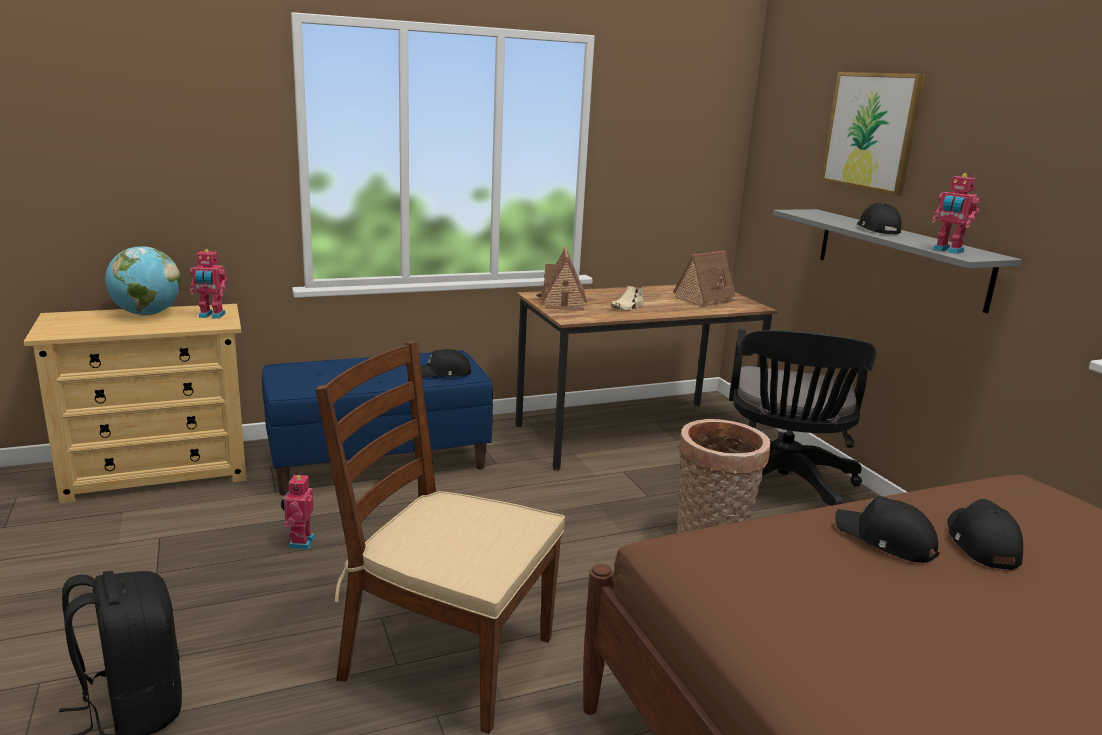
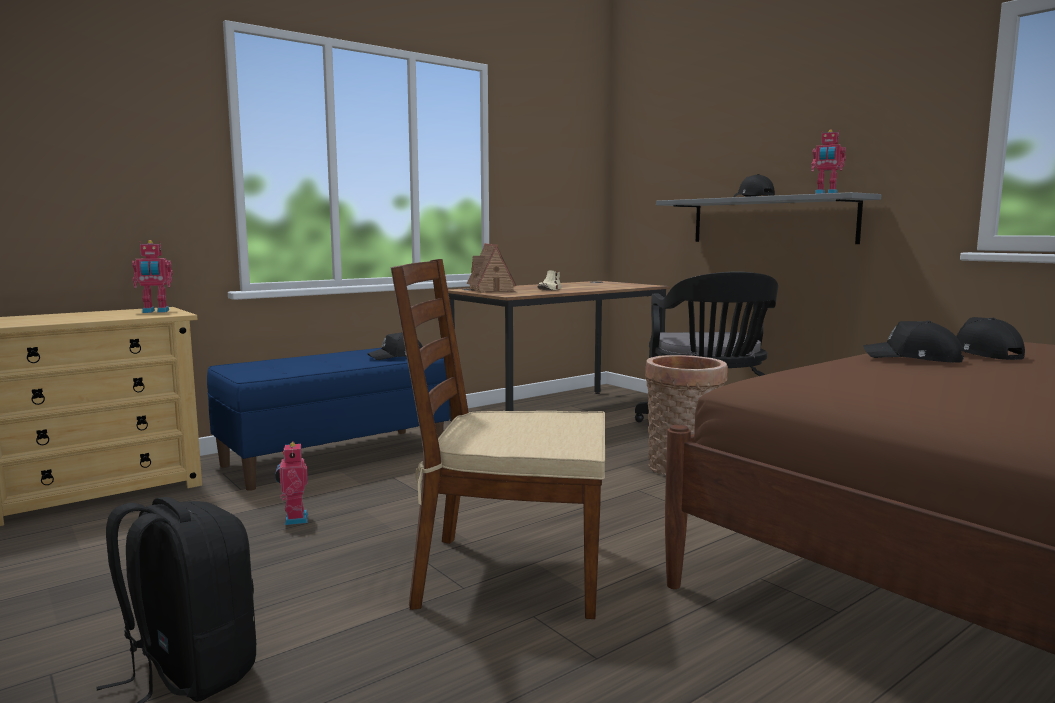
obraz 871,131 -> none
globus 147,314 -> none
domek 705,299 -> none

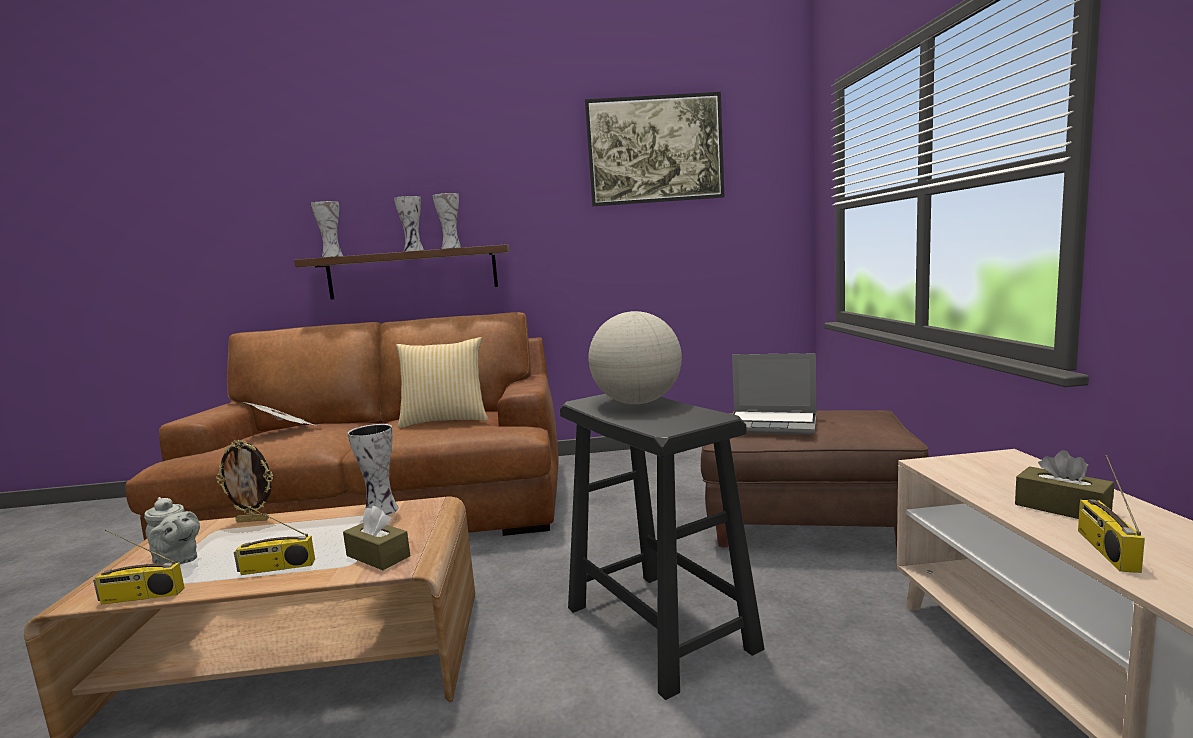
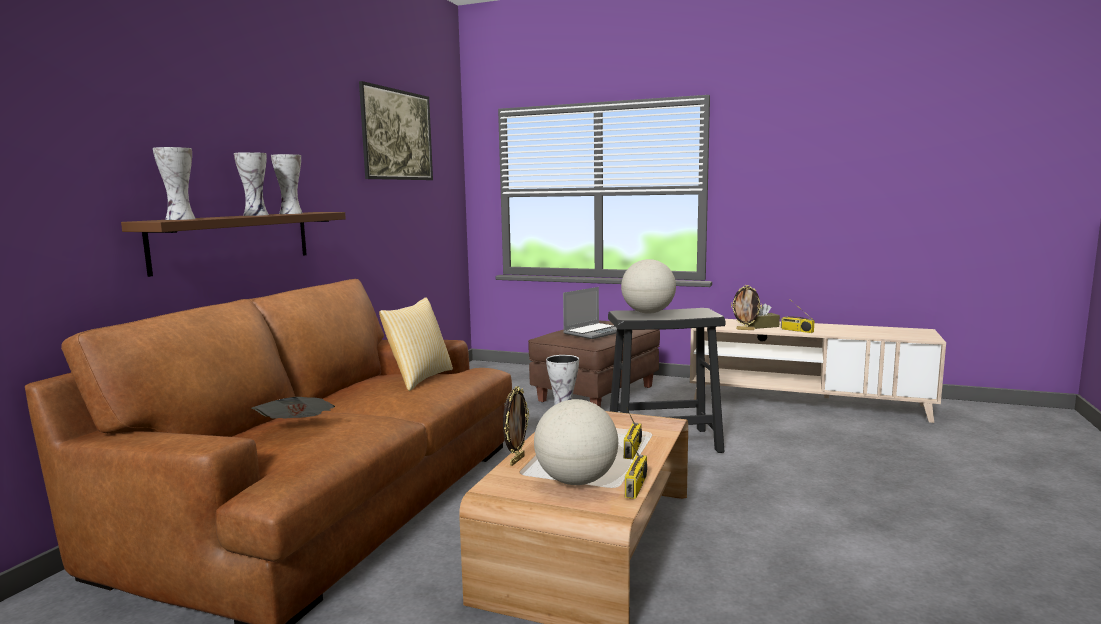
imbryk [szary] 177,560 -> globus 576,481
pudełko chusteczek [brązowy] 378,556 -> none
none -> ramka na zdjęcie 745,329

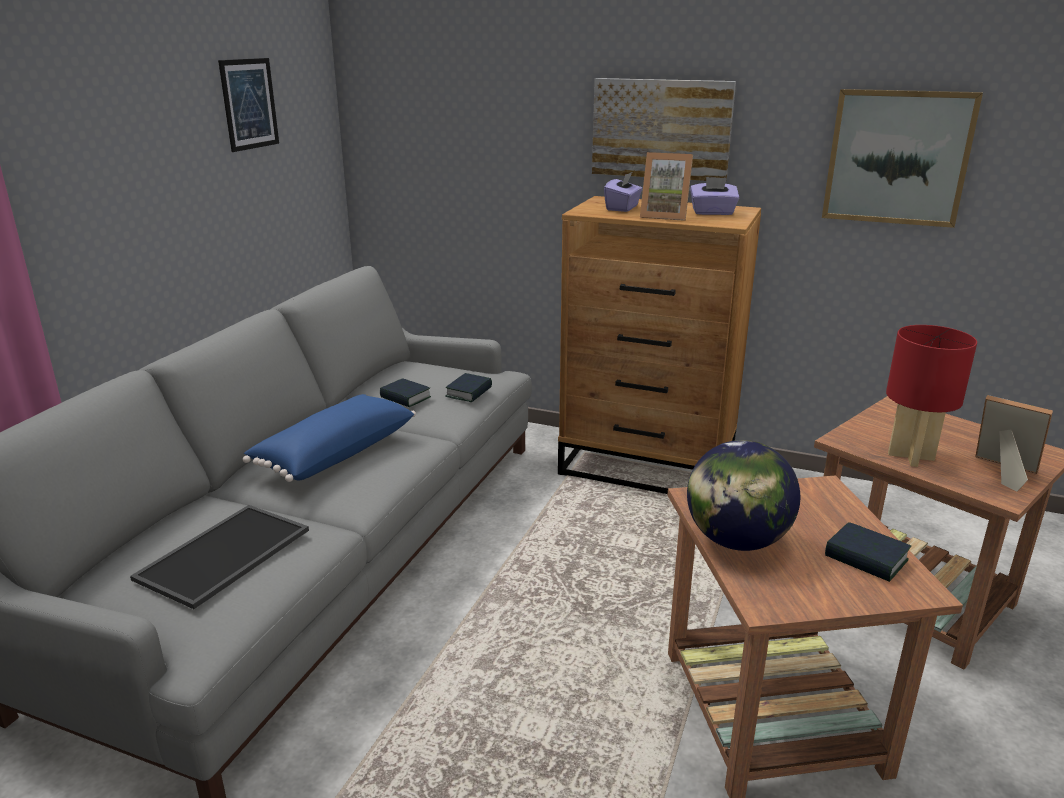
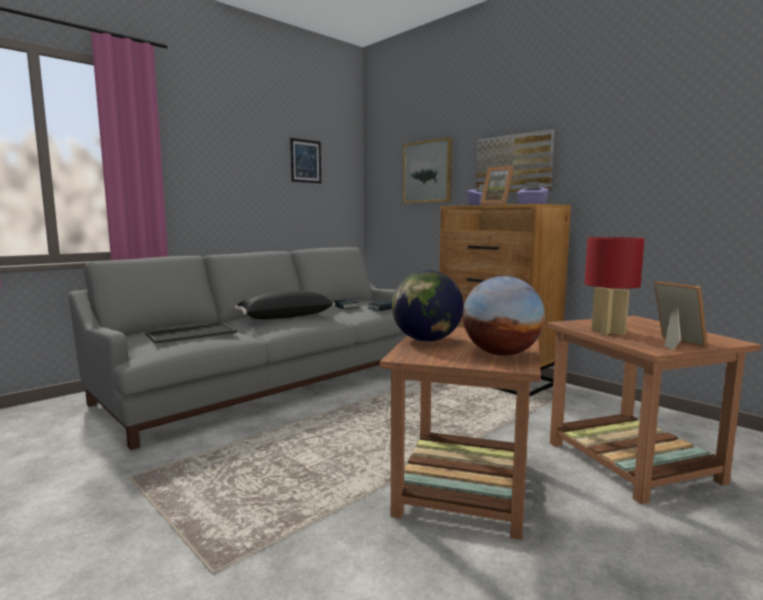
obraz 897,157 -> obraz 427,172, move
poduszka [niebieski] 334,453 -> poduszka [czarny] 285,317
książka 866,558 -> globus 501,354

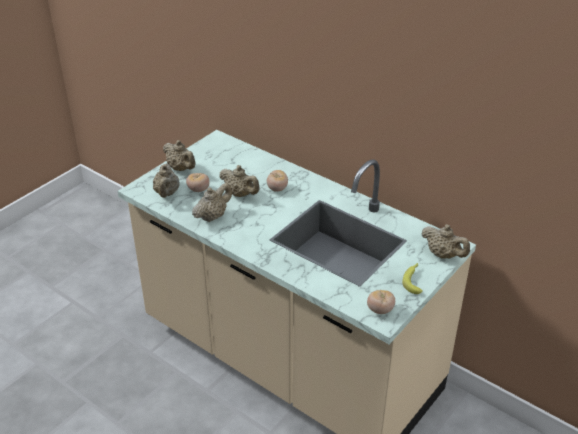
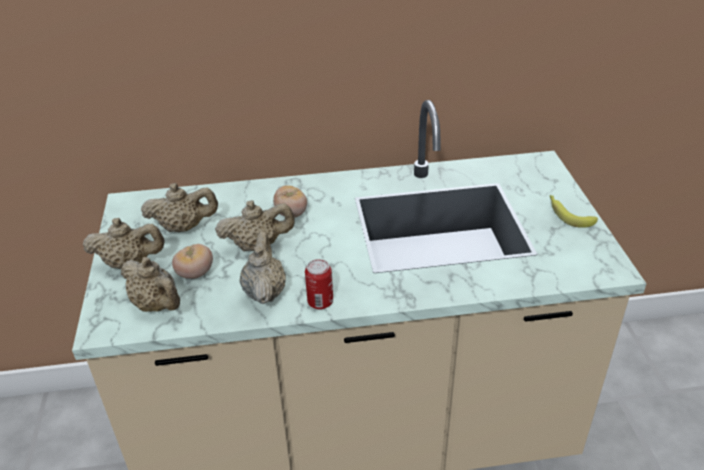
imbryk [beżowy] 443,255 -> imbryk [beżowy] 184,227, move
pomidor 380,310 -> none
none -> puszka 320,302

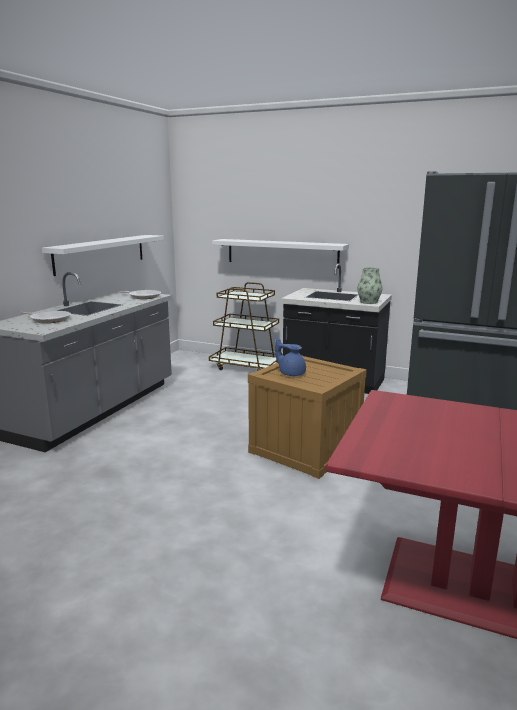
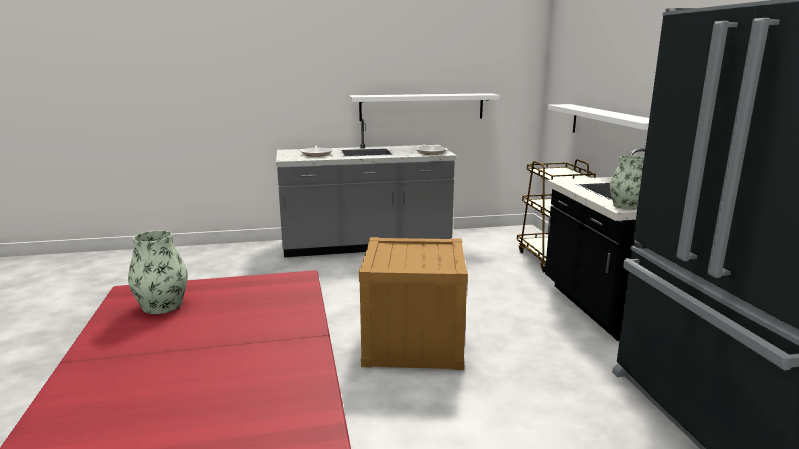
imbryk [niebieski] 291,373 -> none
none -> wazon 162,305

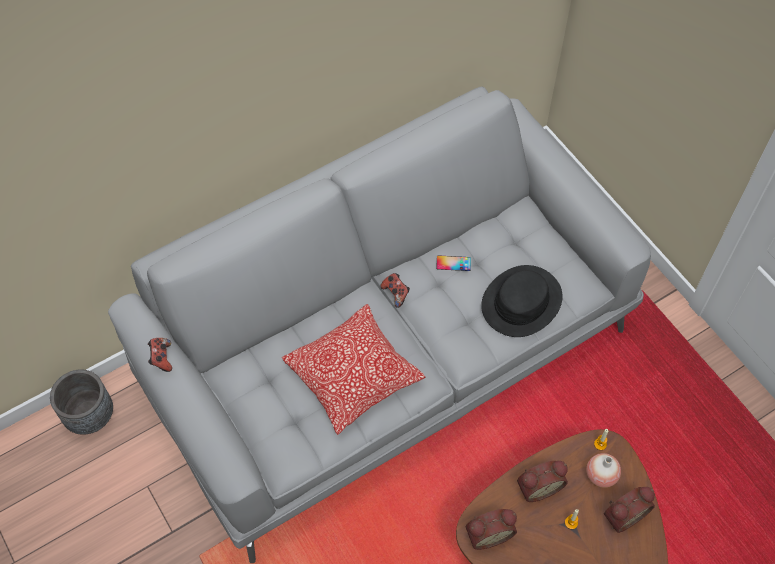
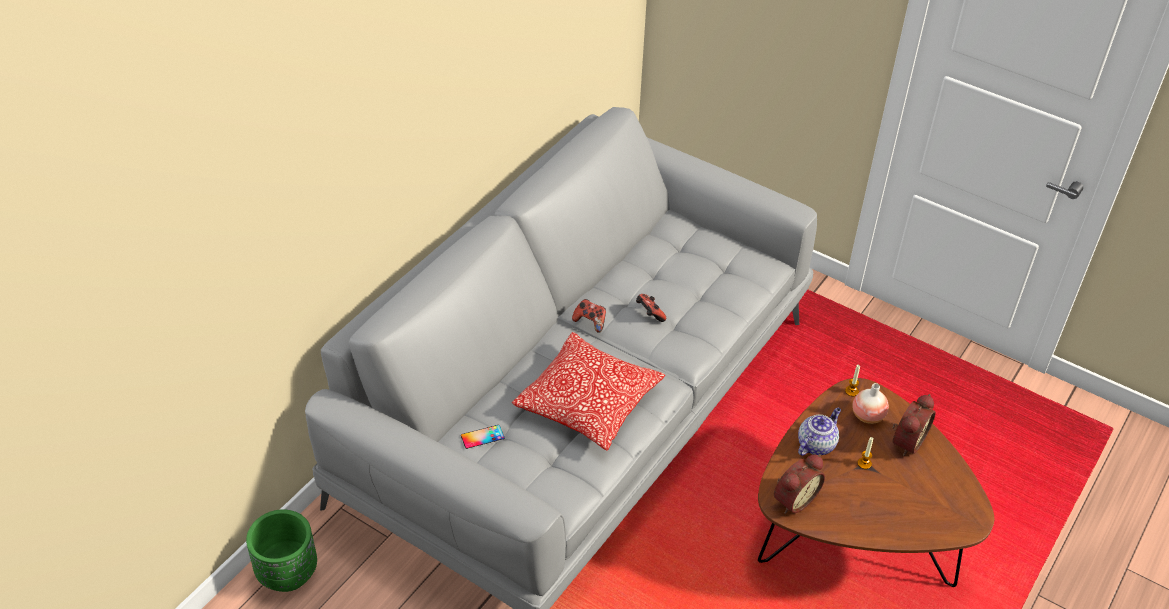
telefon 453,263 -> telefon 482,437, move
kapelusz [czarny] 521,302 -> none
pad do gier 161,358 -> pad do gier 649,314, move
donica [szary] 90,415 -> donica [zielony] 287,573
budzik 538,486 -> imbryk 816,444

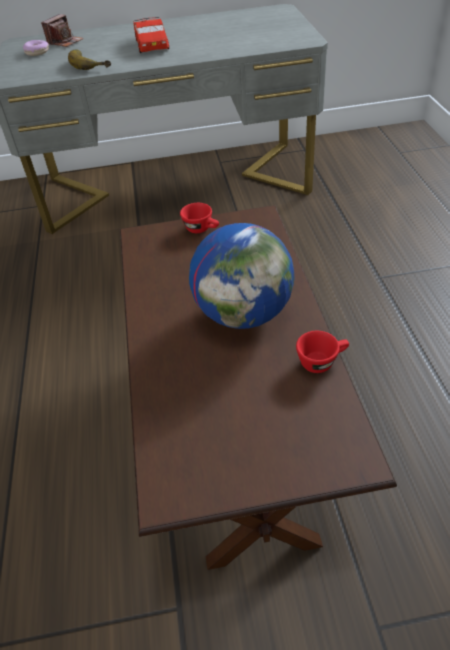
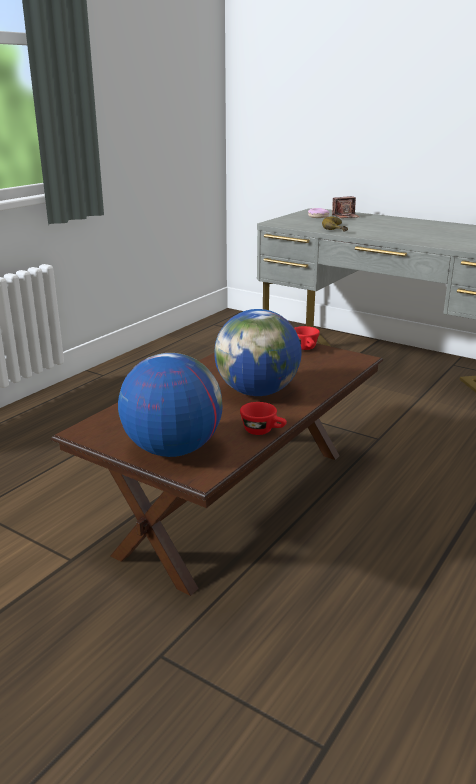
samochodzik [czerwony] 152,44 -> none
none -> globus 172,449

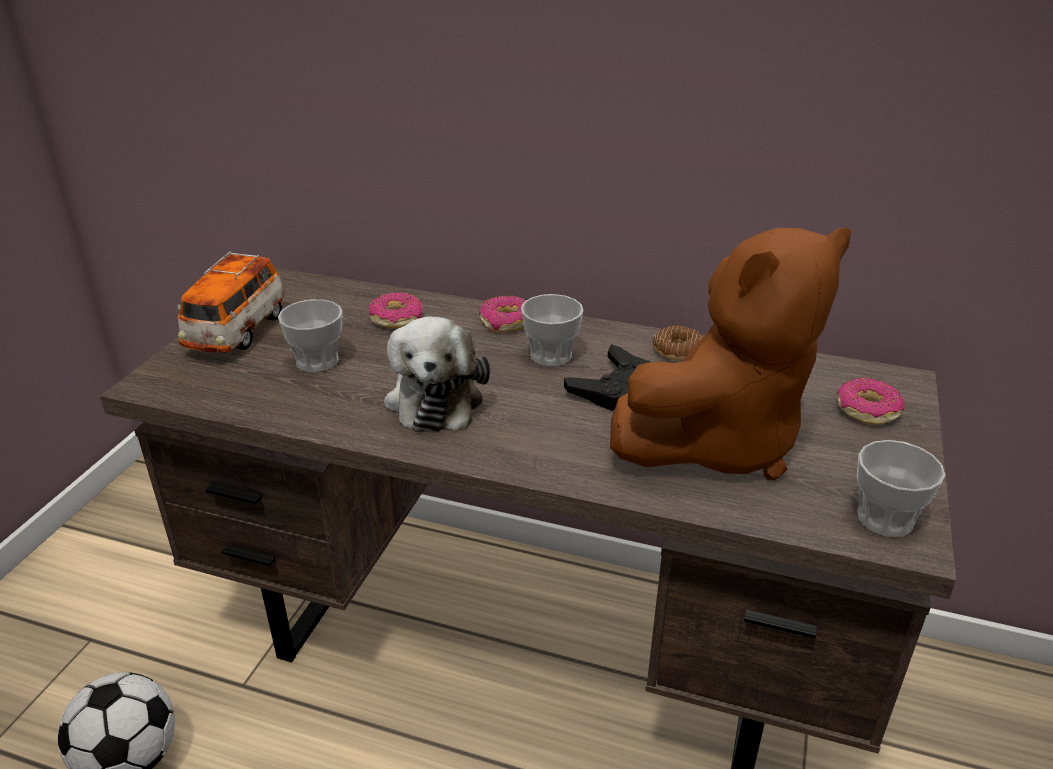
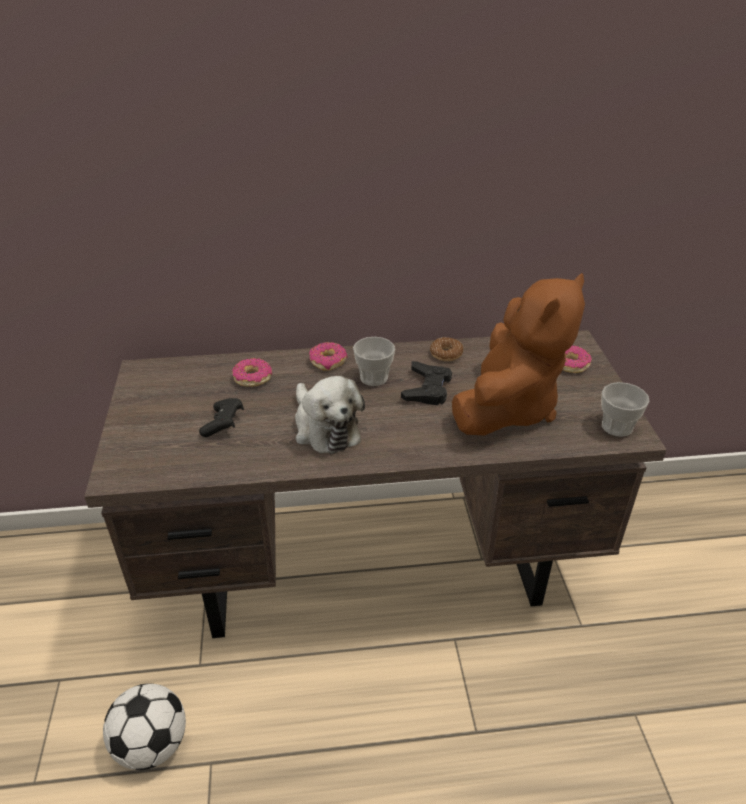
samochodzik 237,332 -> none
filiżanka 317,361 -> pad do gier [czarny] 224,424

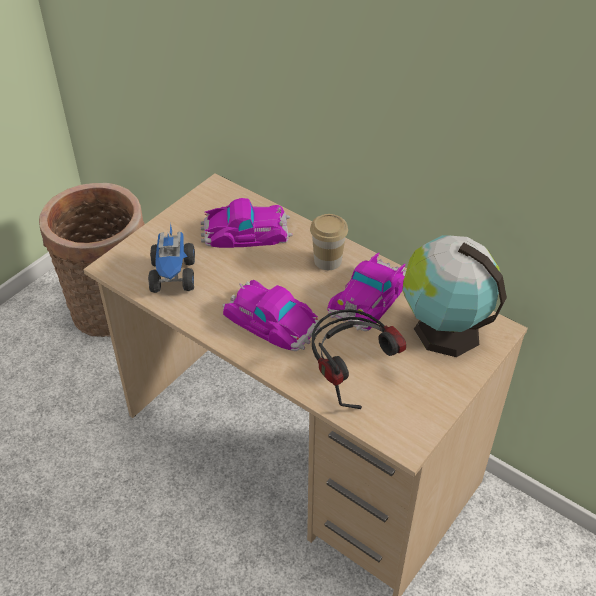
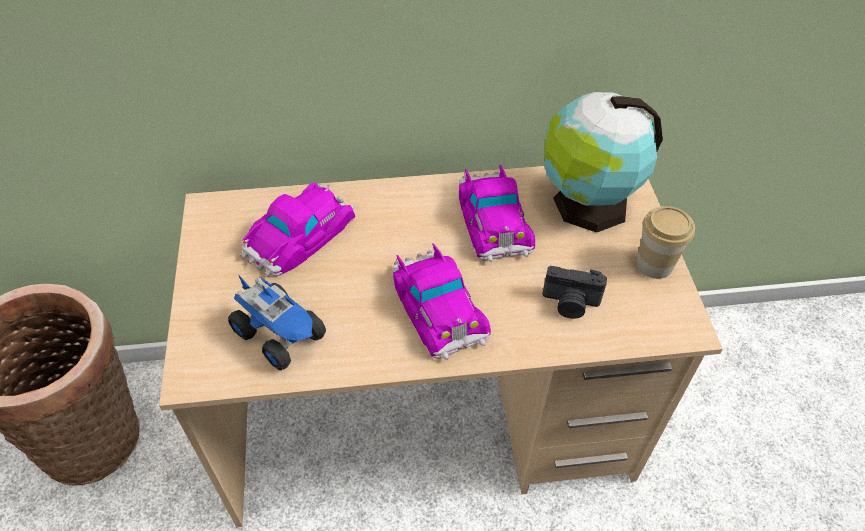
filiżanka 327,260 -> filiżanka 654,264, move
samochodzik 271,320 -> samochodzik 437,305, 105 degrees counterclockwise
słuchawki 350,375 -> aparat fotograficzny 570,304

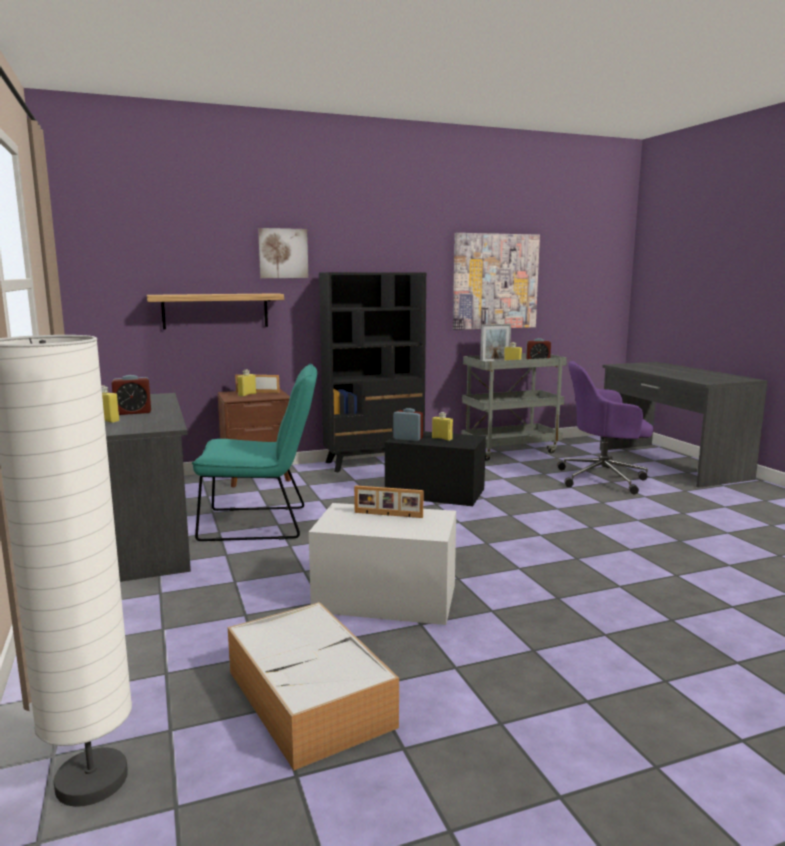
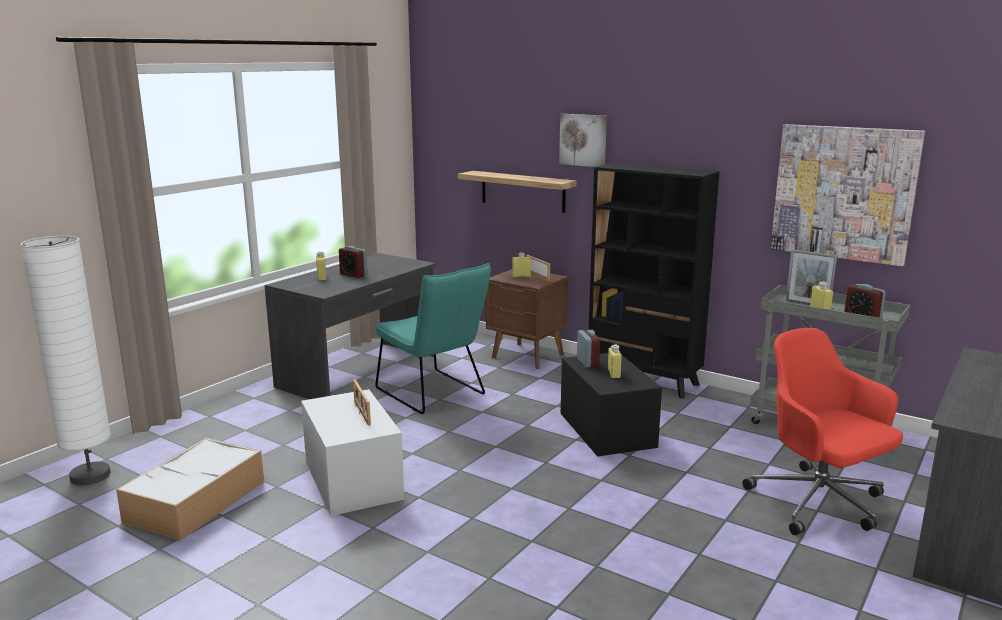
krzesło biurowe [fioletowy] 604,479 -> krzesło biurowe [czerwony] 819,503

